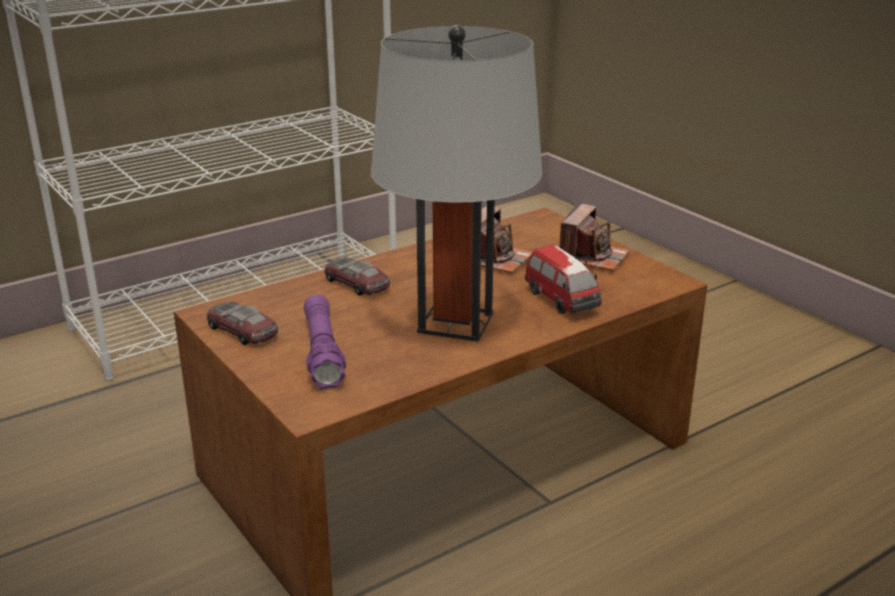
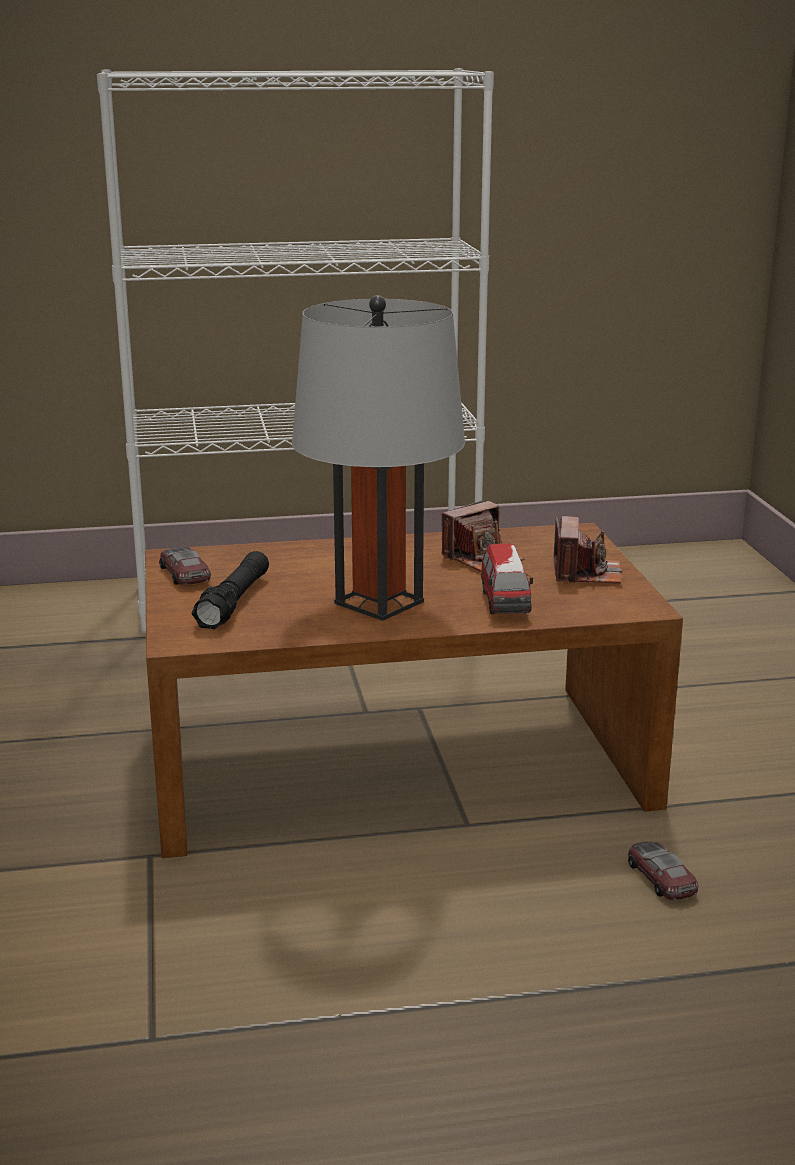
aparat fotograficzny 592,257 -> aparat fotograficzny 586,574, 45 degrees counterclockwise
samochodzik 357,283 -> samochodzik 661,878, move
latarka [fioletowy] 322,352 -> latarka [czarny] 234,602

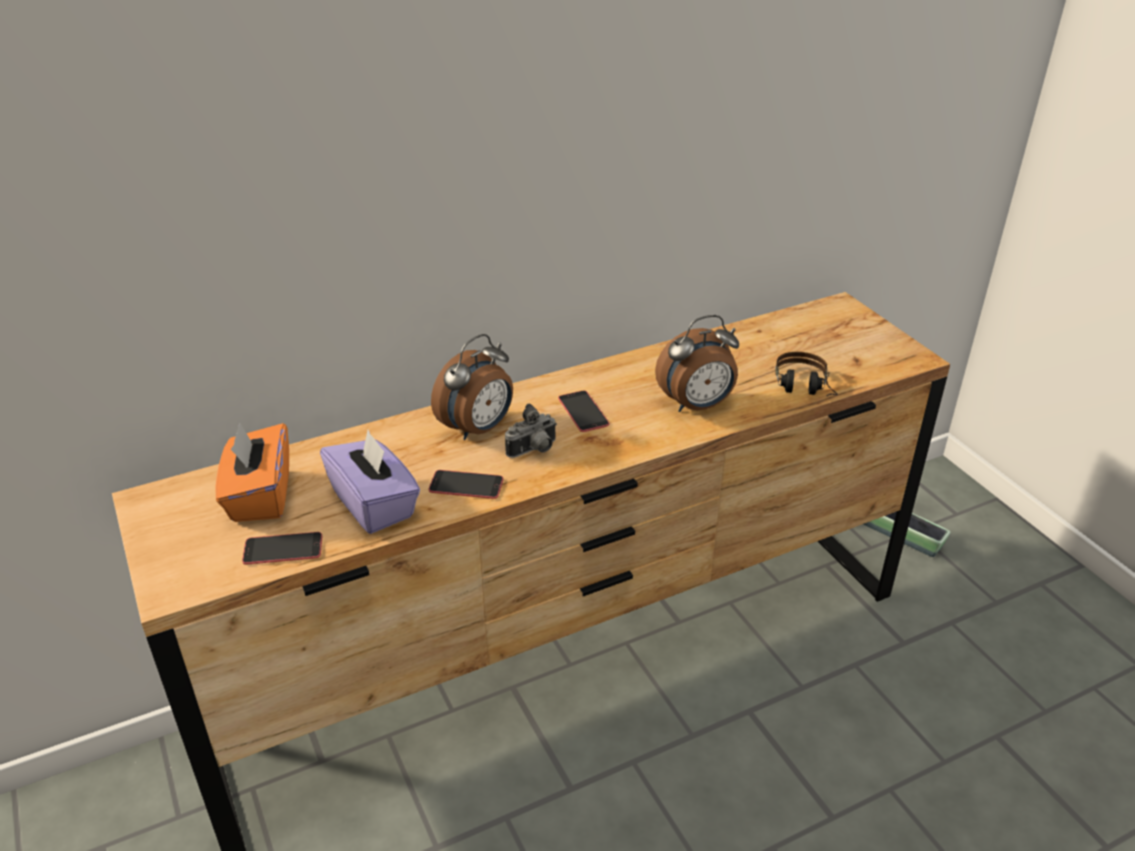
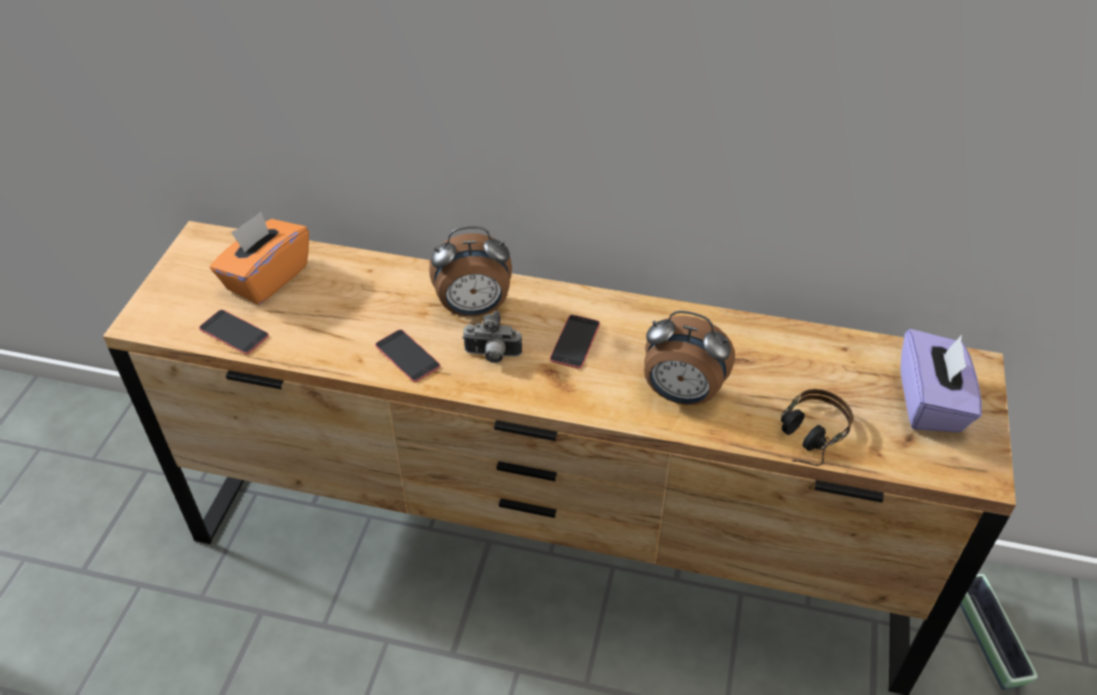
pudełko chusteczek [fioletowy] 374,504 -> pudełko chusteczek [fioletowy] 930,402, move

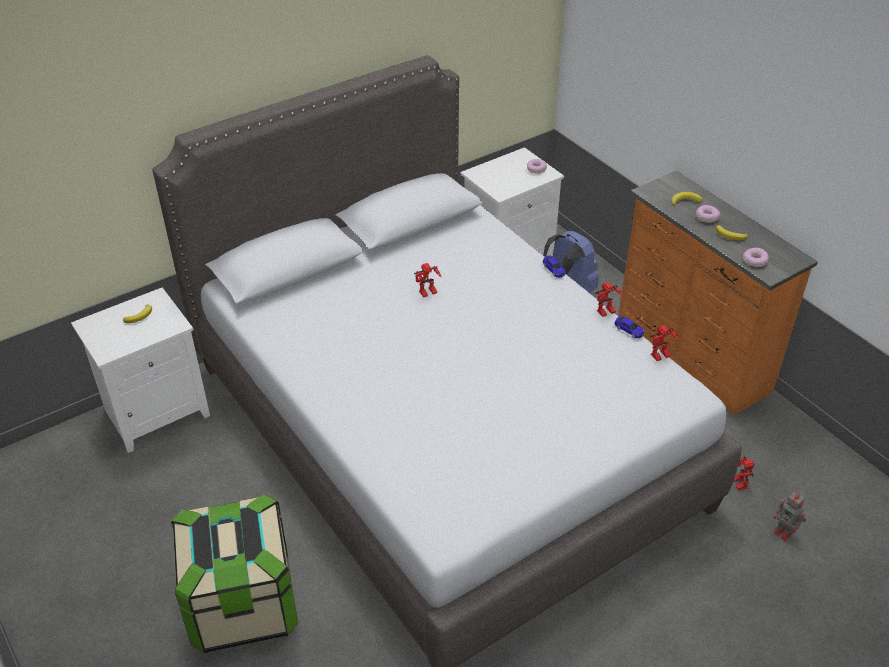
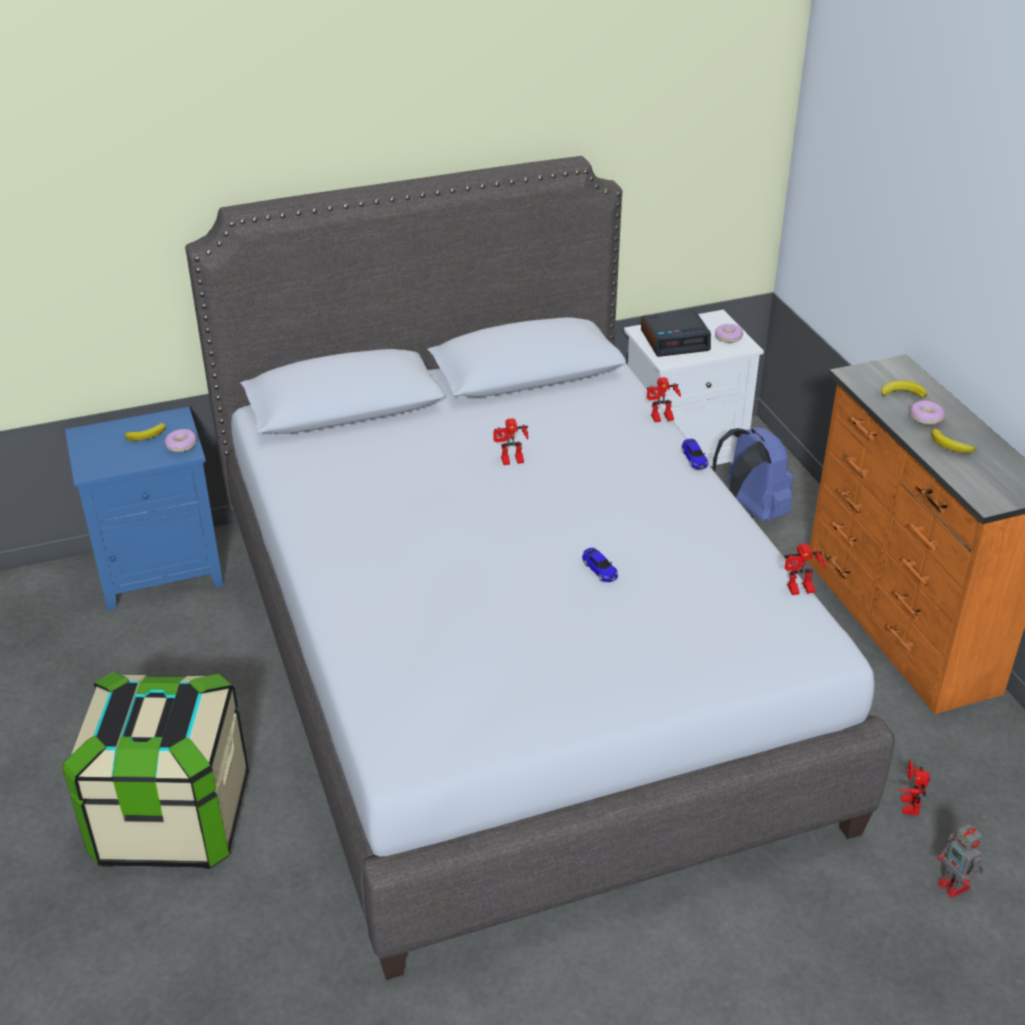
donut 755,261 -> donut 181,445, move
robot zabawkowy 606,313 -> robot zabawkowy 661,419, move
szafka nocna [biały] 157,412 -> szafka nocna [niebieski] 161,569
samochodzik 629,330 -> samochodzik 599,570, move
none -> budzik 675,340

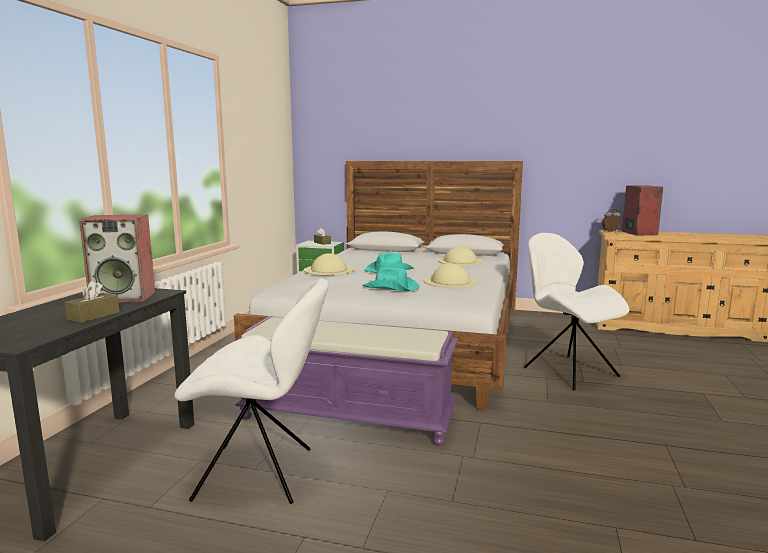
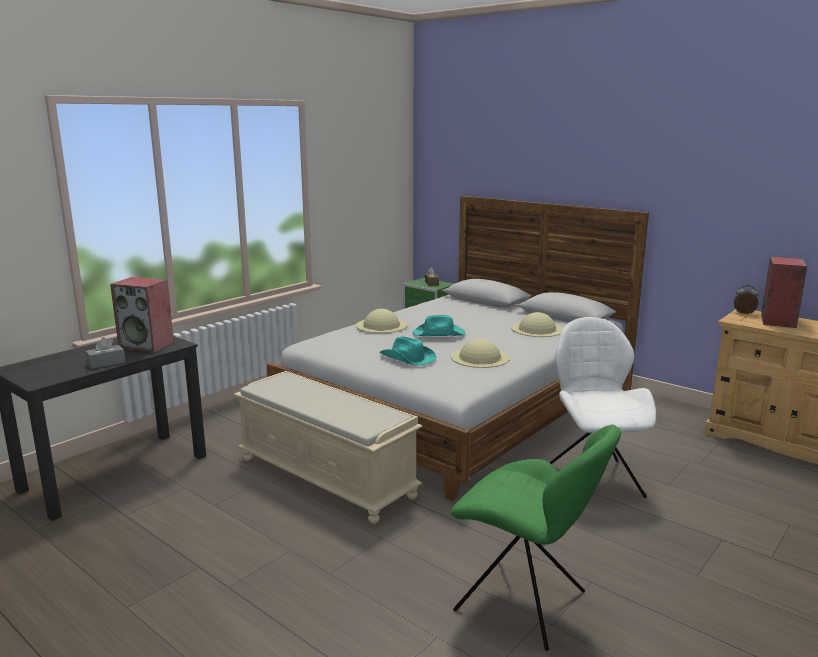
krzesło [biały] 260,474 -> none
pudełko chusteczek [brązowy] 93,316 -> pudełko chusteczek [szary] 106,363
ławka [fioletowy] 349,416 -> ławka [beżowy] 327,477
none -> krzesło [zielony] 525,603

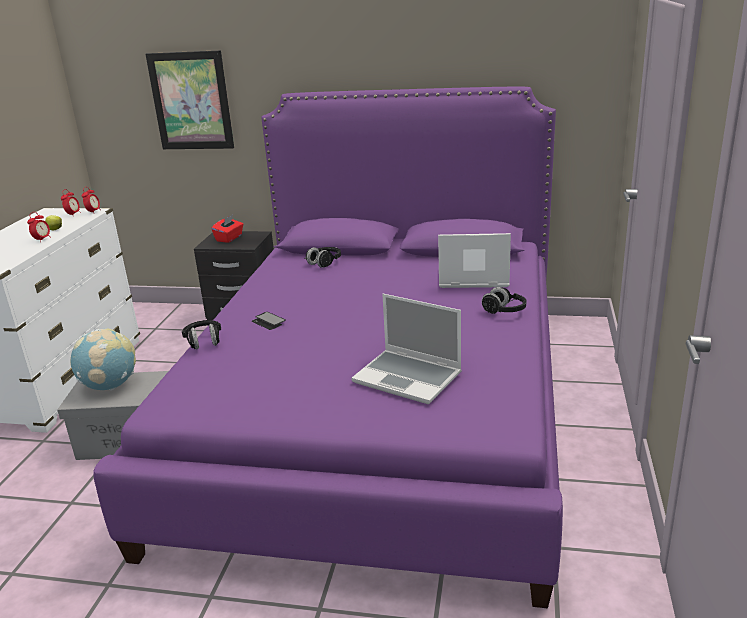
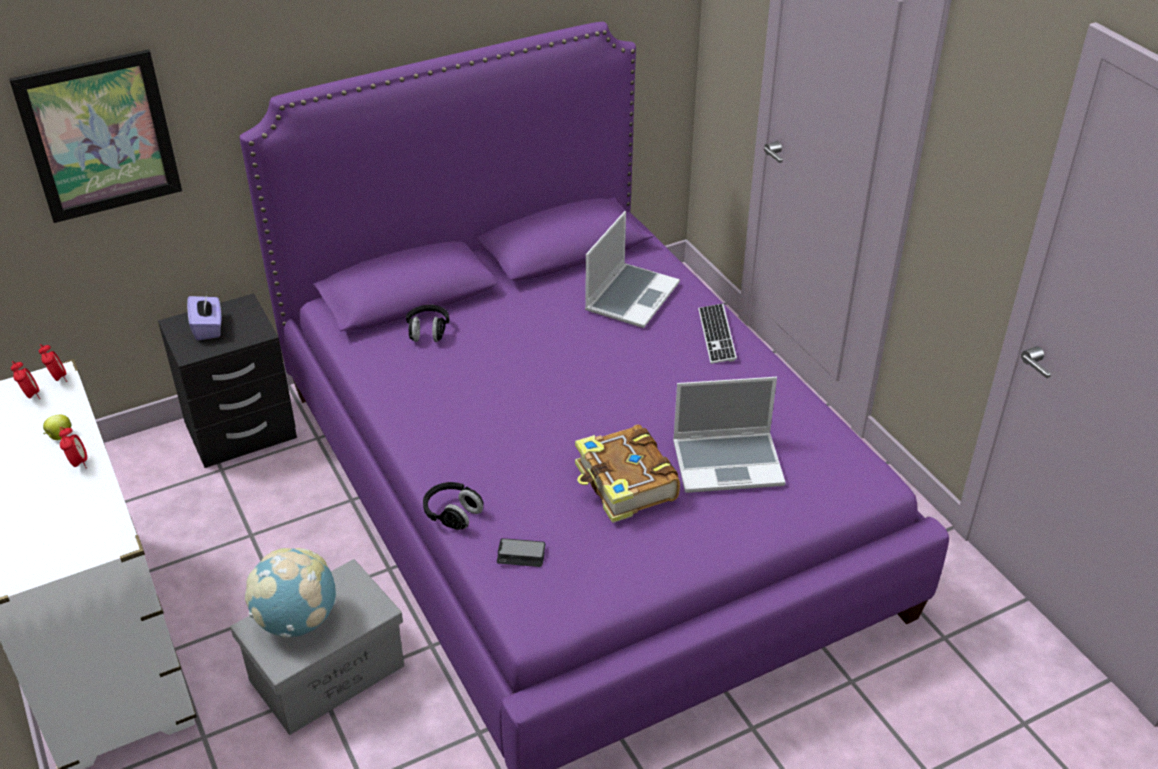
pudełko chusteczek [czerwony] 229,238 -> pudełko chusteczek [fioletowy] 208,328
laptop 472,278 -> laptop 631,296, 150 degrees clockwise
słuchawki [czarny] 504,311 -> klawiatura 716,335
telefon 268,322 -> telefon 521,554, move
none -> książka 625,485

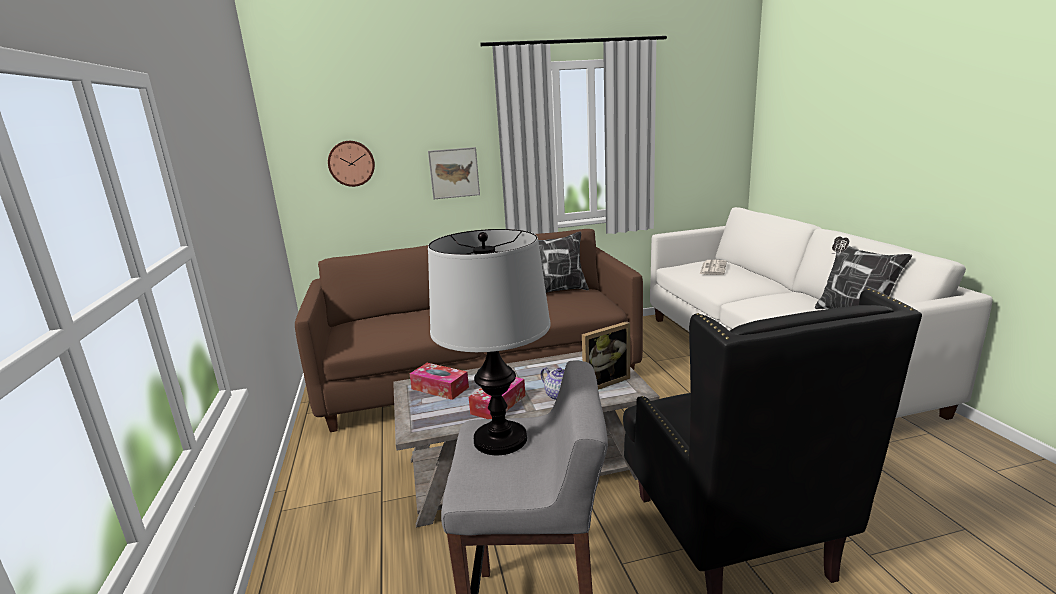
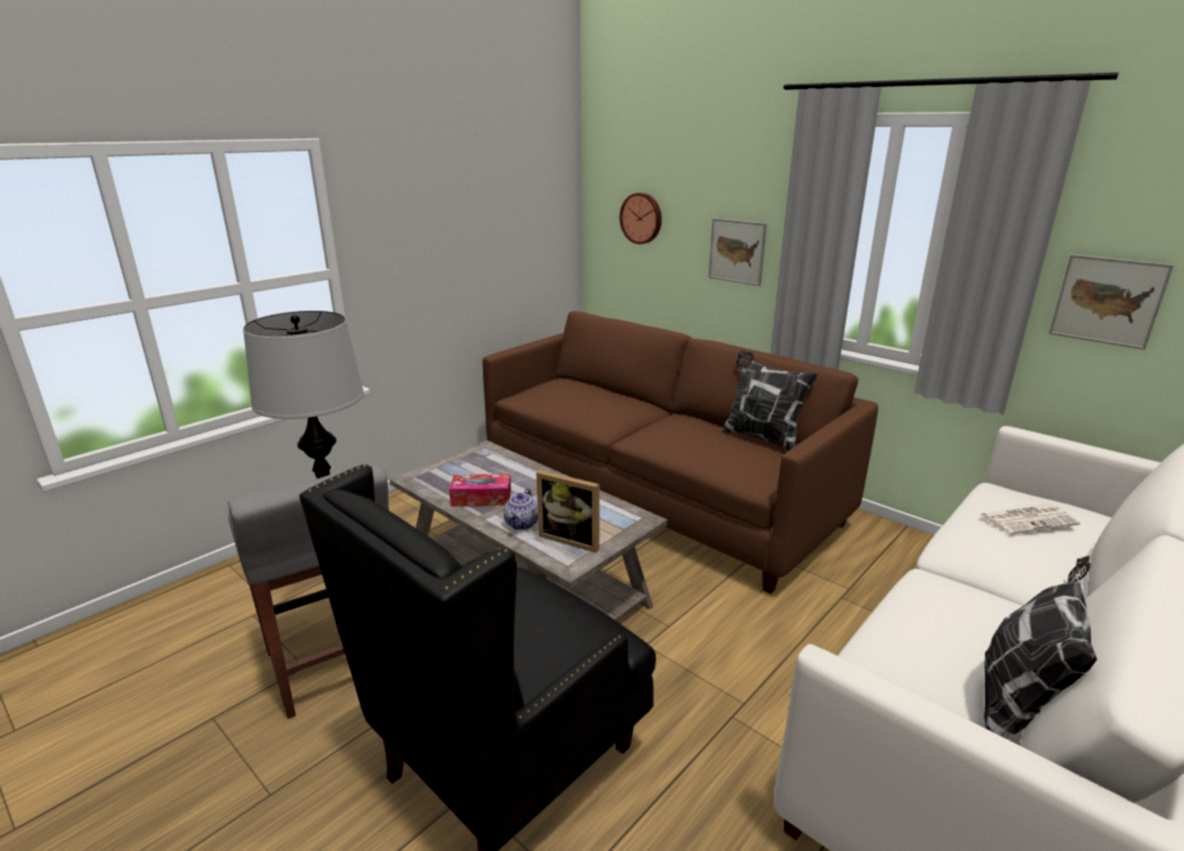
pudełko chusteczek 440,388 -> none
none -> obraz 1107,300

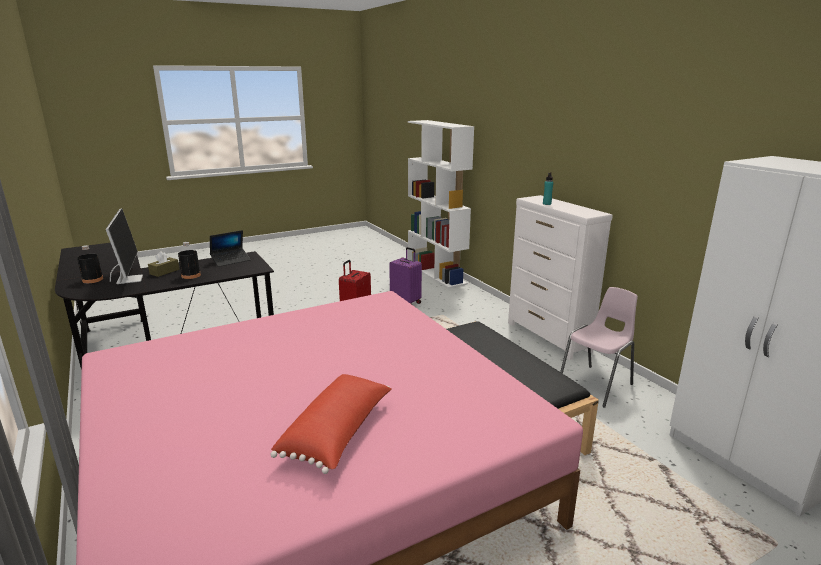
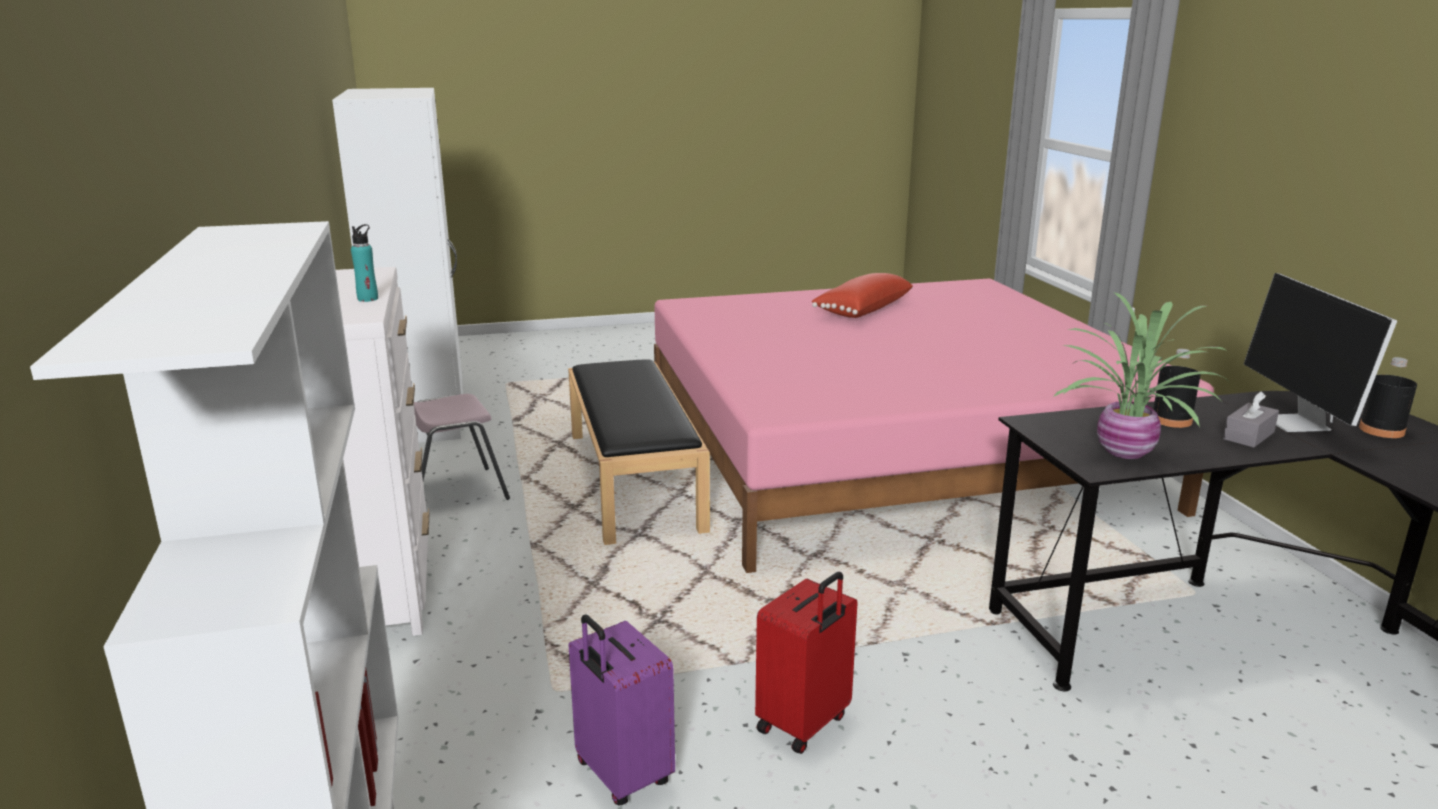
laptop 231,260 -> roślina doniczkowa 1125,453
pudełko chusteczek [brązowy] 164,272 -> pudełko chusteczek [szary] 1248,436

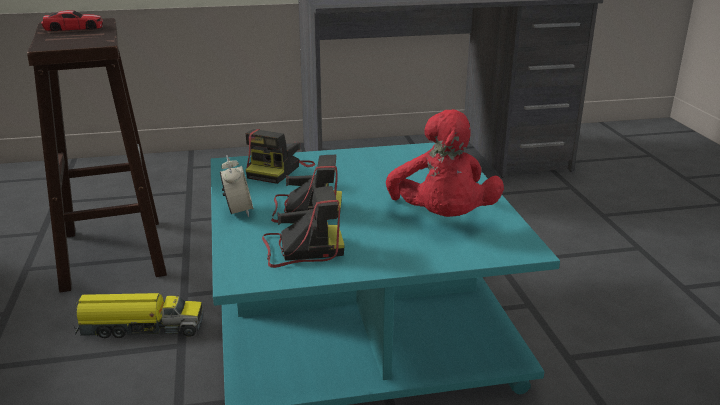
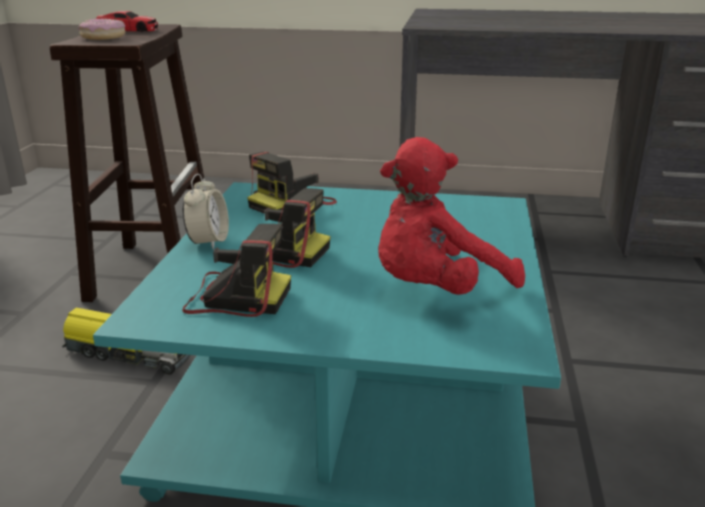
pluszak [czerwony] 442,218 -> pluszak [czerwony] 436,290, 45 degrees clockwise
none -> donut 103,37

